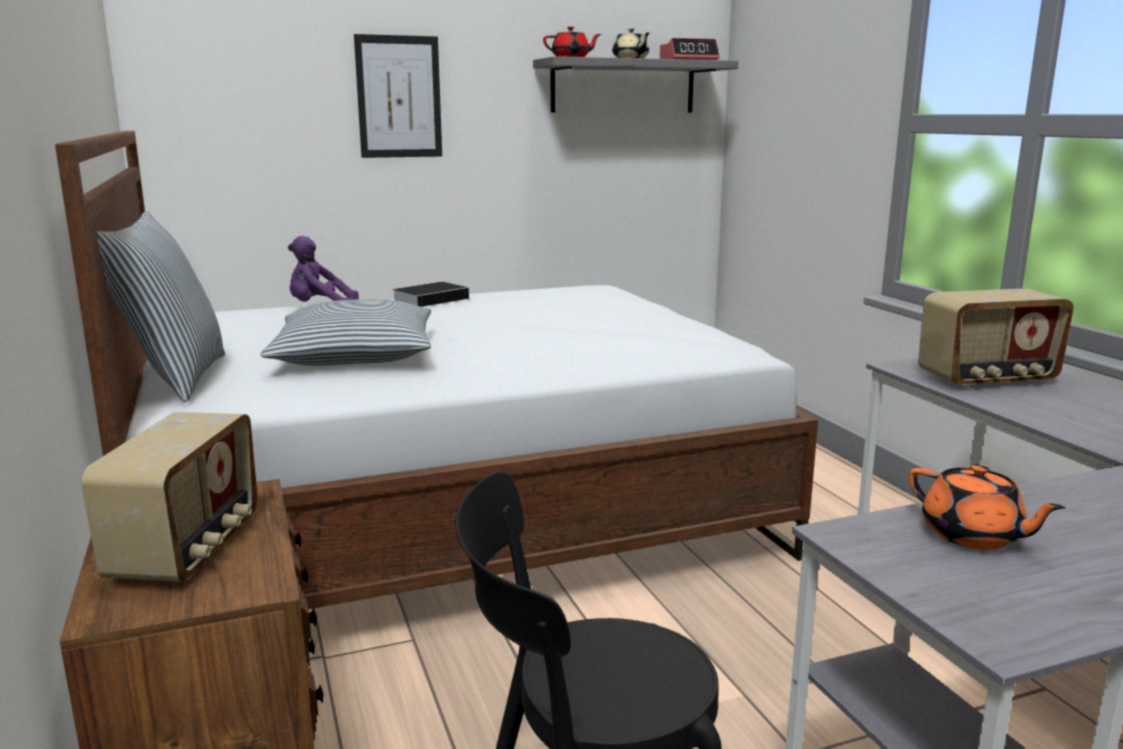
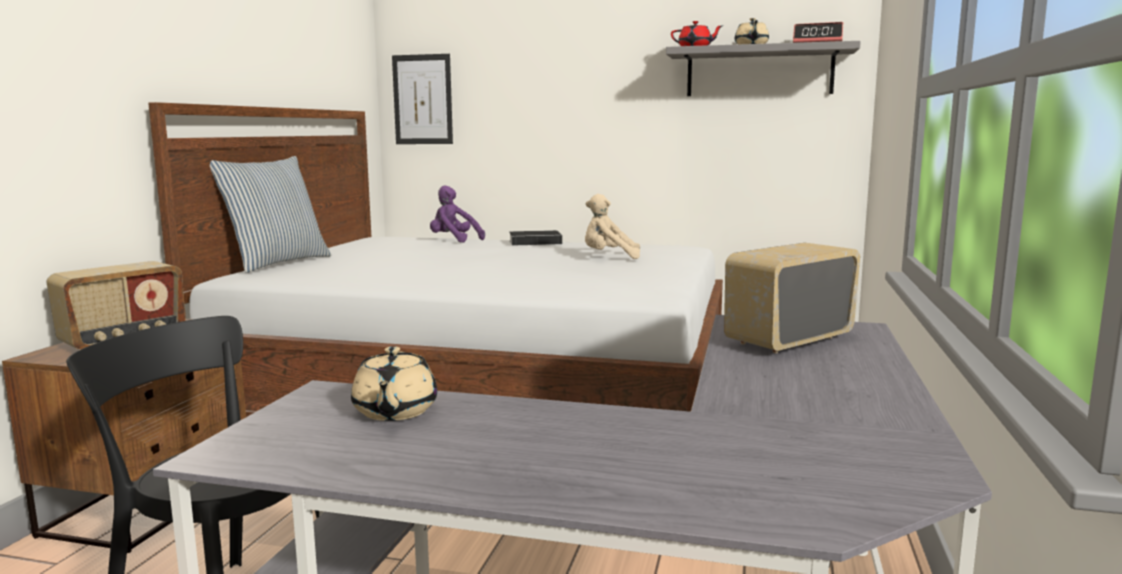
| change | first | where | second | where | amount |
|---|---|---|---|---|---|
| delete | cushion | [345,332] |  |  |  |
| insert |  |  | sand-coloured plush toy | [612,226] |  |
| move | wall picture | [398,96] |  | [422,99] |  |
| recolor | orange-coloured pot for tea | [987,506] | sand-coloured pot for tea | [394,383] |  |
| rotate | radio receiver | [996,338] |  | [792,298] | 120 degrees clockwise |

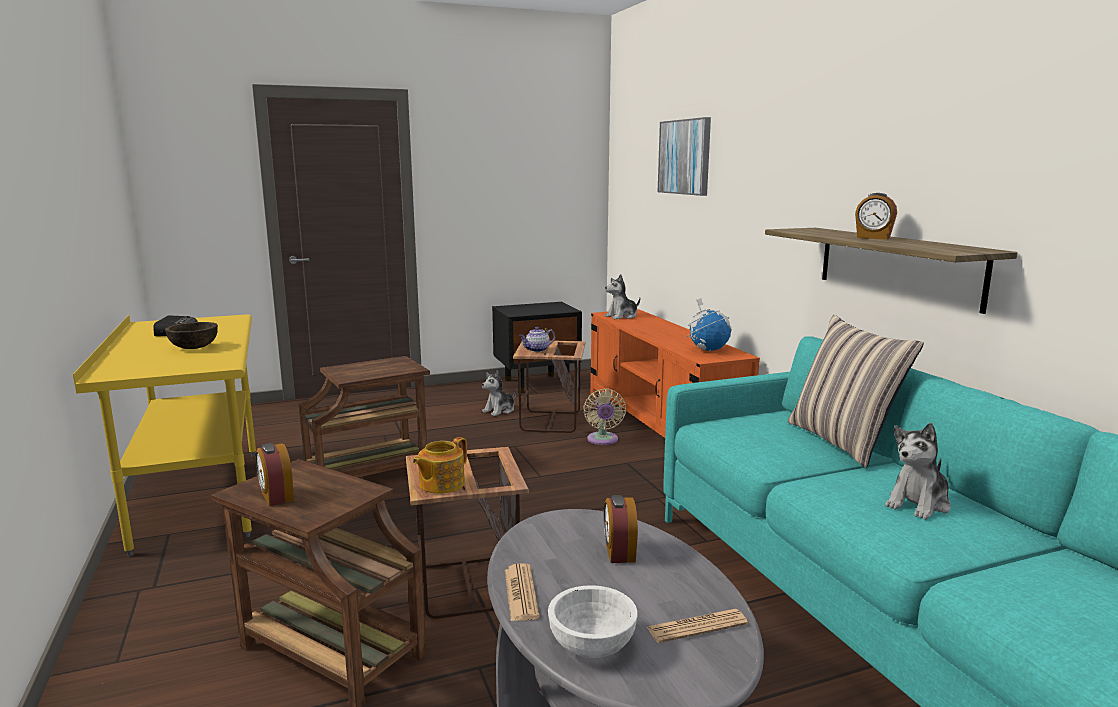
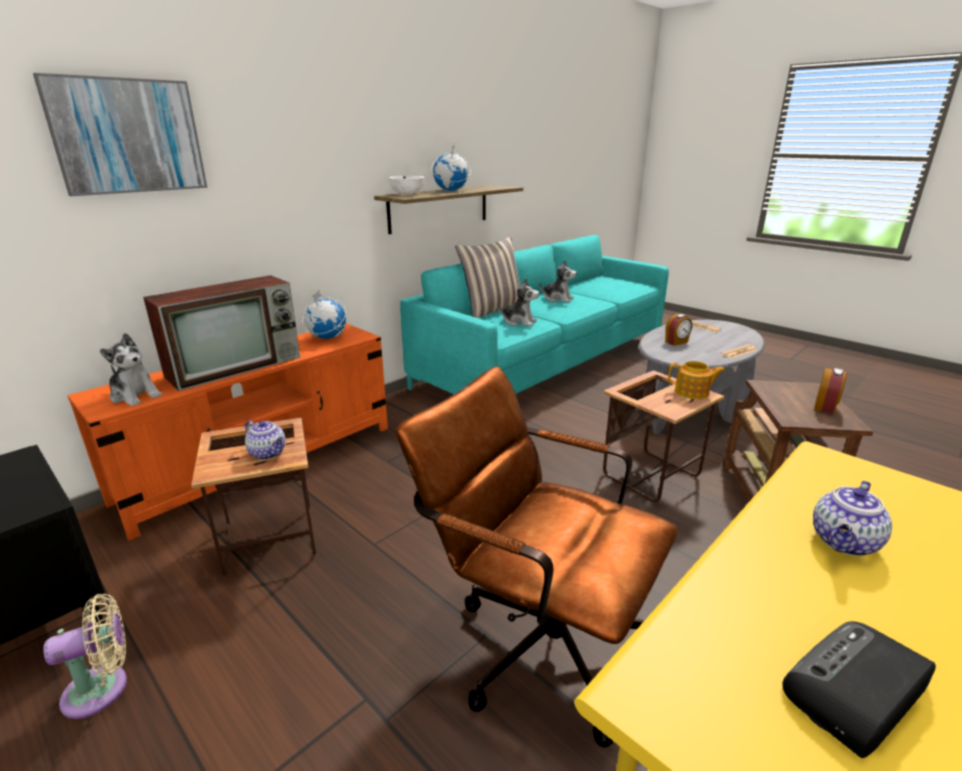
| change | first | where | second | where | amount |
|---|---|---|---|---|---|
| insert |  |  | TV | [221,333] |  |
| move | plush toy | [499,393] |  | [518,302] |  |
| move | white deep dish | [593,621] |  | [406,185] |  |
| move | sand-coloured electric fan | [604,417] |  | [85,656] |  |
| replace | brown-coloured deep dish | [191,335] | pot for tea | [852,518] |  |
| replace | brown-coloured side table | [364,416] | brown-coloured office chair | [537,556] |  |
| replace | table clock | [876,216] | desk globe | [451,166] |  |

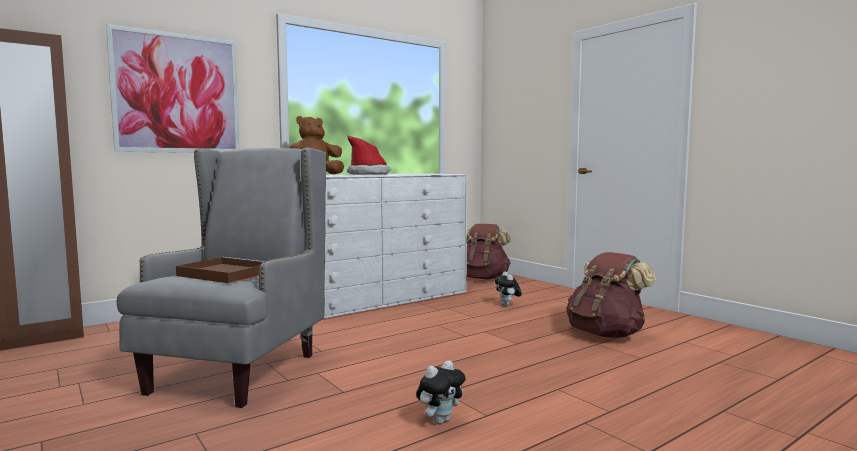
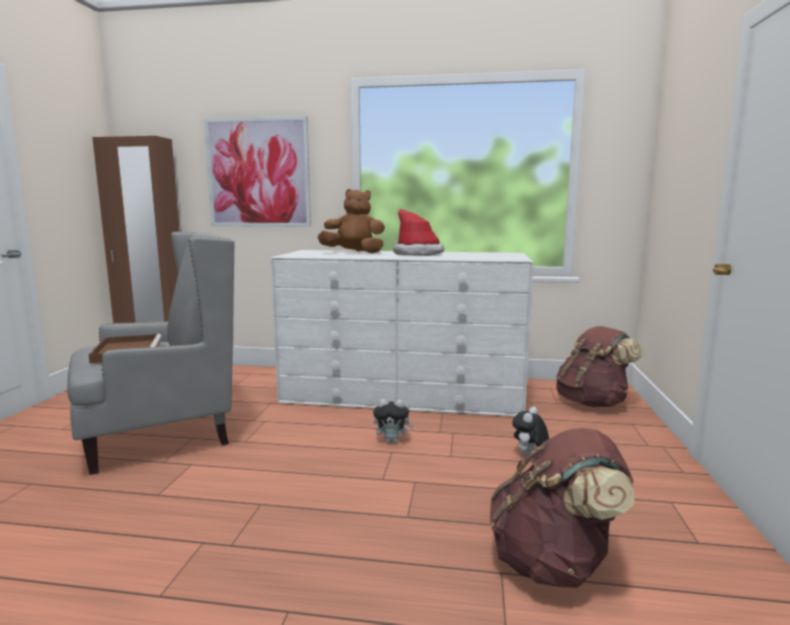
| change | first | where | second | where | amount |
|---|---|---|---|---|---|
| move | plush toy | [440,392] |  | [394,421] |  |

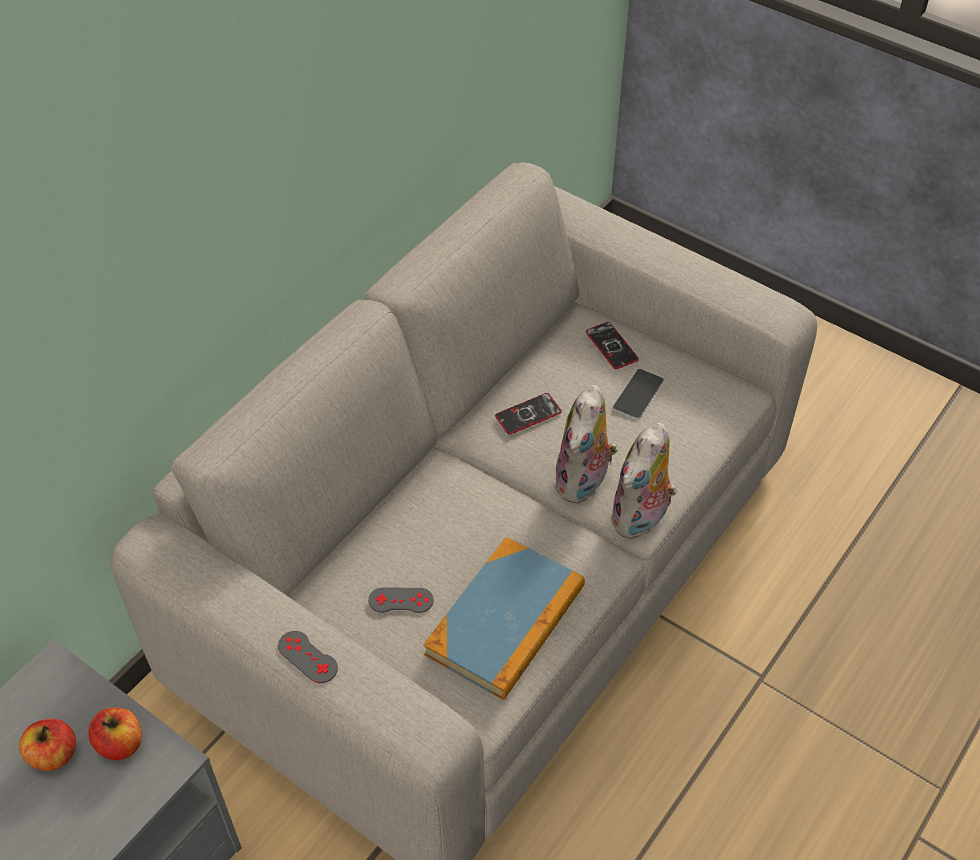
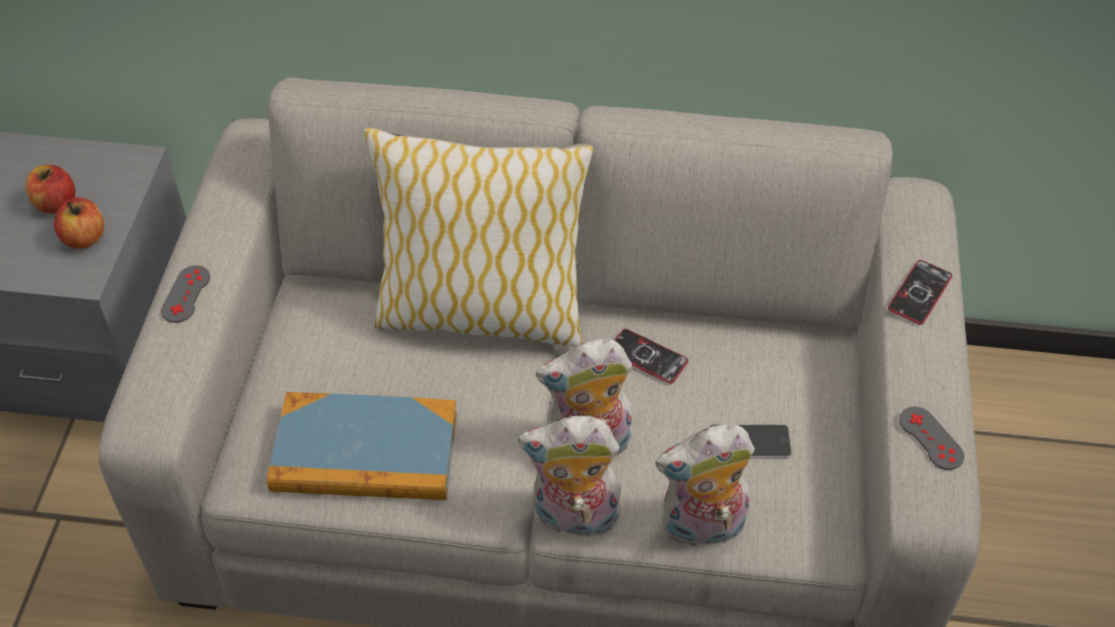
| change | first | where | second | where | amount |
|---|---|---|---|---|---|
| insert |  |  | cushion | [478,237] |  |
| insert |  |  | plush toy | [705,487] |  |
| move | grey game controller | [401,600] |  | [931,438] |  |
| move | handset | [612,345] |  | [920,292] |  |

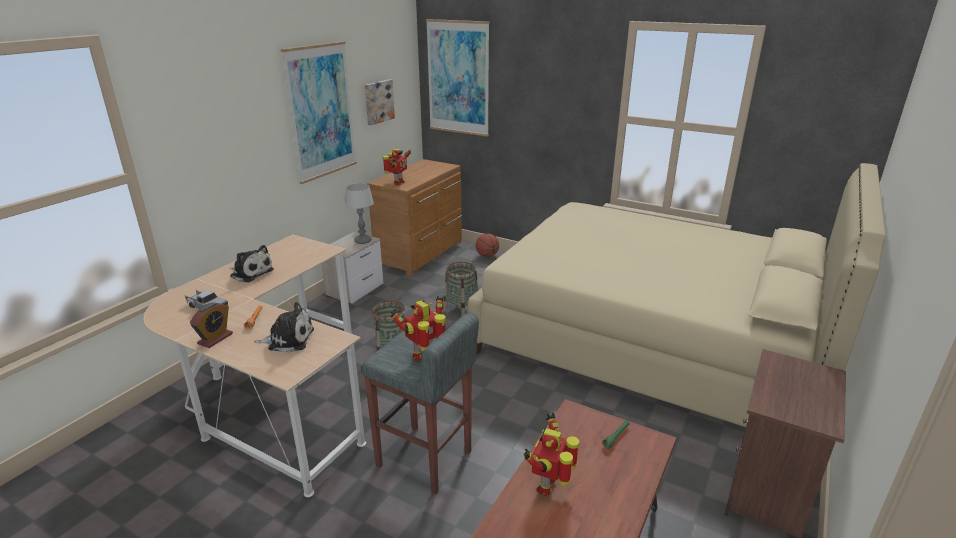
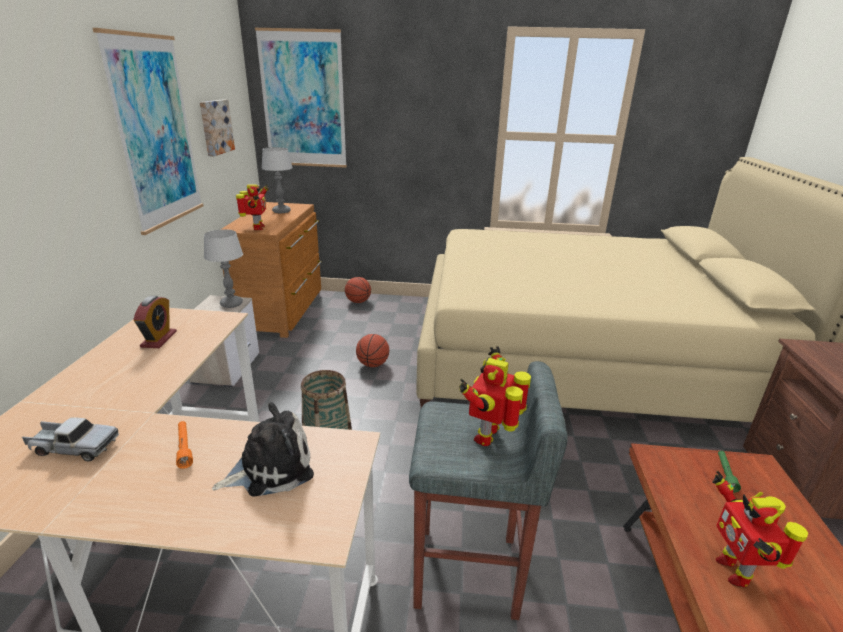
| change | first | where | second | where | amount |
|---|---|---|---|---|---|
| delete | plush toy | [251,263] |  |  |  |
| insert |  |  | table lamp | [277,180] |  |
| move | table clock | [211,325] |  | [155,322] |  |
| replace | household basket | [461,289] | basketball | [372,350] |  |

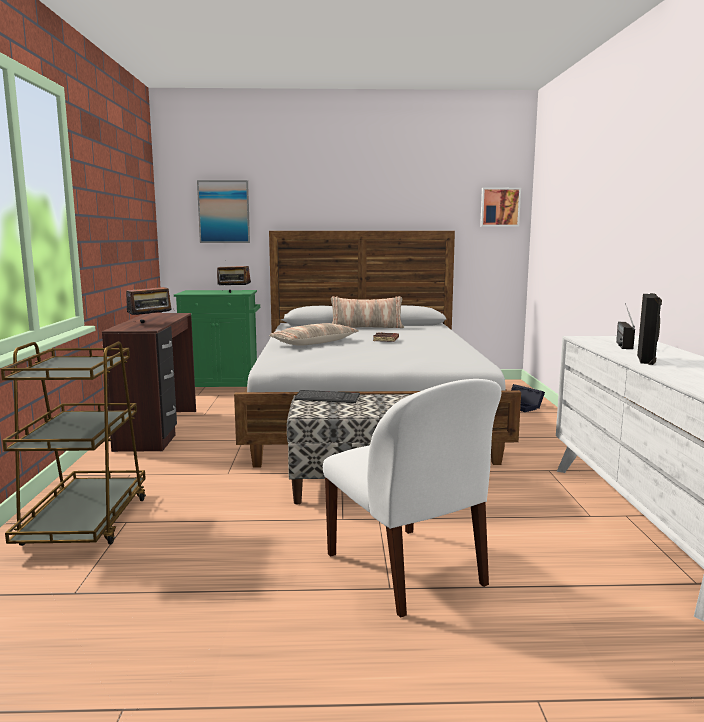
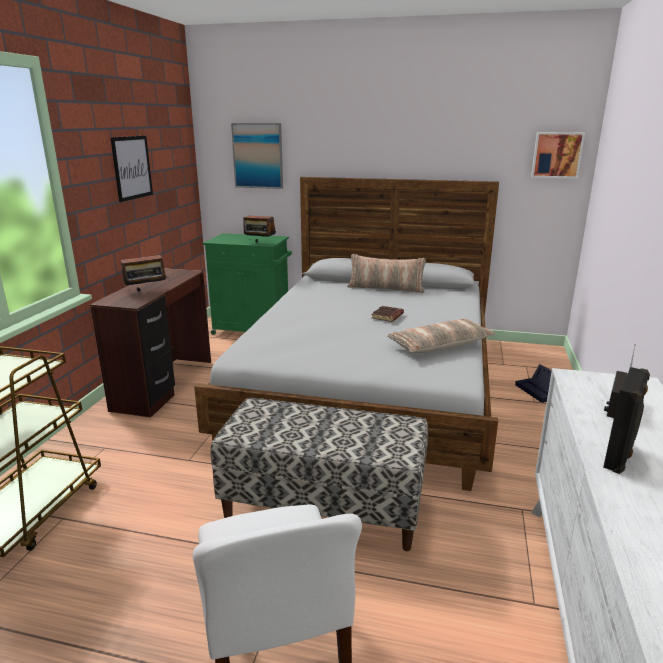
| change | first | where | second | where | amount |
|---|---|---|---|---|---|
| delete | keyboard | [327,396] |  |  |  |
| insert |  |  | wall picture | [131,169] |  |
| move | cushion | [314,334] |  | [441,336] |  |

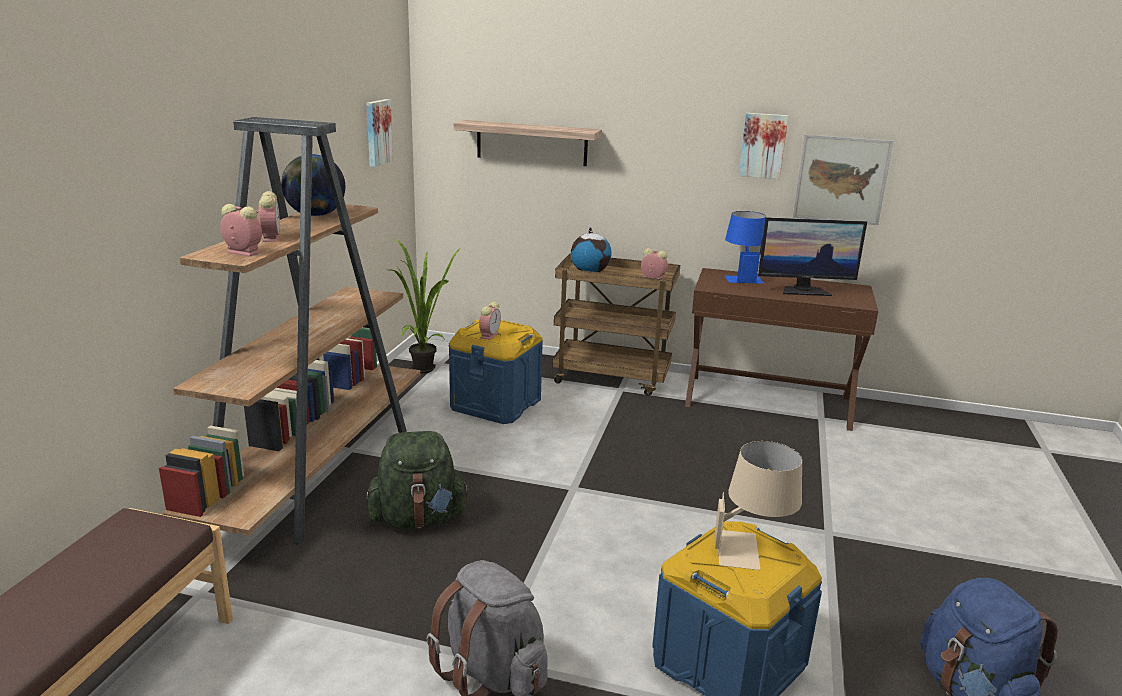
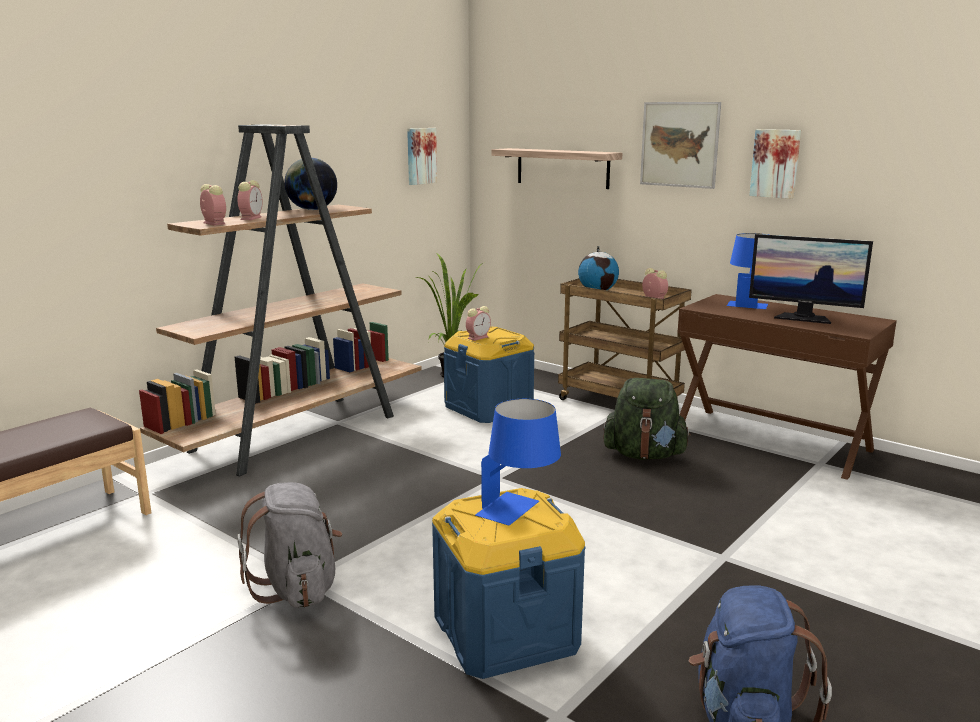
| change | first | where | second | where | amount |
|---|---|---|---|---|---|
| move | green backpack | [417,480] |  | [647,418] |  |
| move | wall picture | [843,180] |  | [680,145] |  |
| recolor | sand-coloured table lamp | [758,505] | blue-coloured table lamp | [518,462] |  |

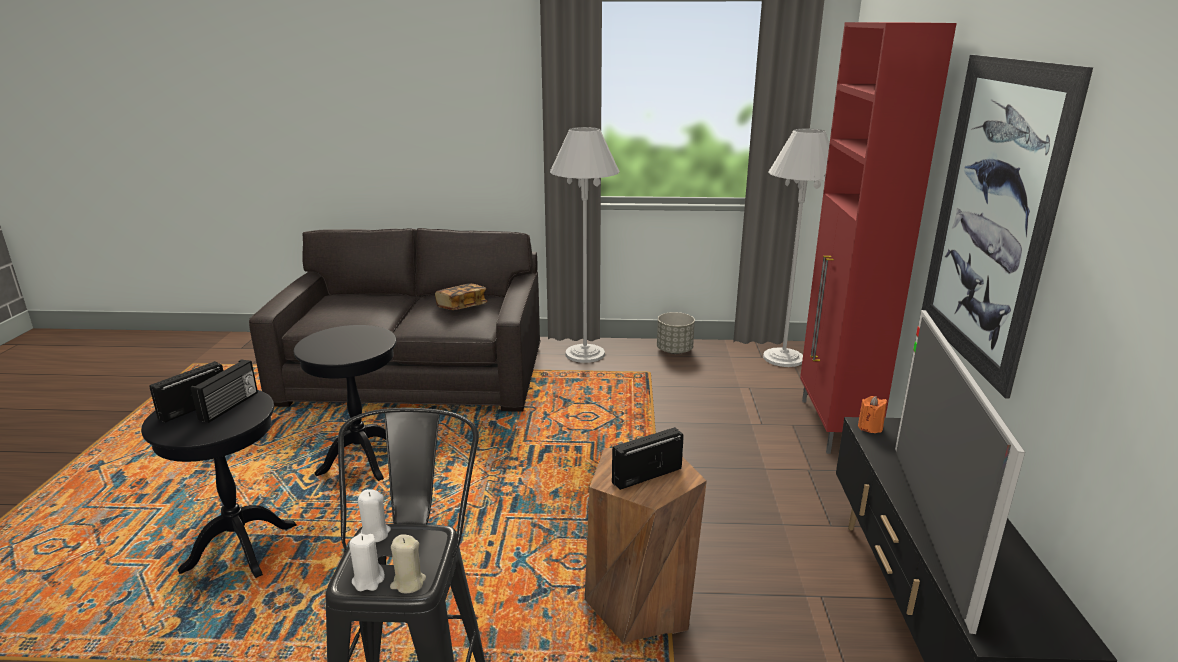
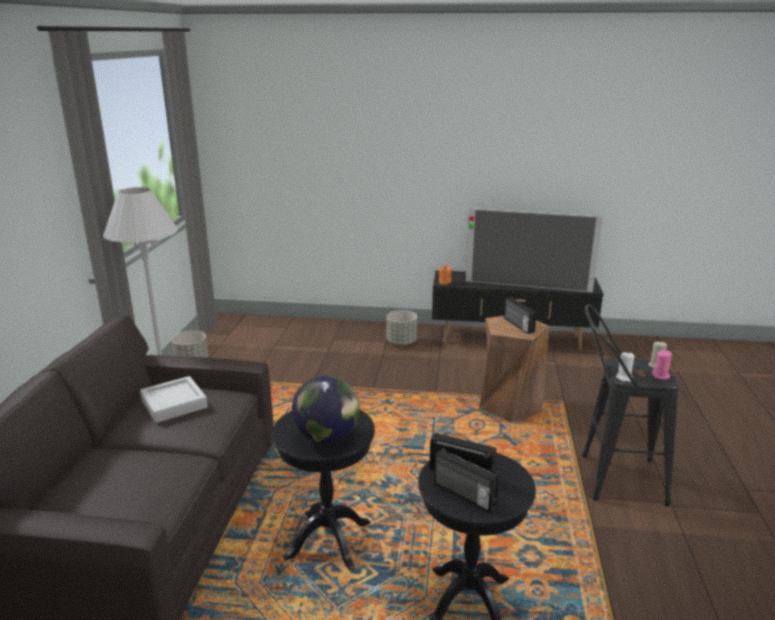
| change | first | where | second | where | amount |
|---|---|---|---|---|---|
| delete | white standing lamp | [796,248] |  |  |  |
| delete | red cupboard | [878,238] |  |  |  |
| delete | wall picture | [1007,226] |  |  |  |
| insert |  |  | desk globe | [326,409] |  |
| insert |  |  | grey plant pot | [402,327] |  |
| replace | volume | [461,296] | grey carrying tray | [174,399] |  |
| recolor | white candle | [367,562] | pink-coloured candle | [662,364] |  |

